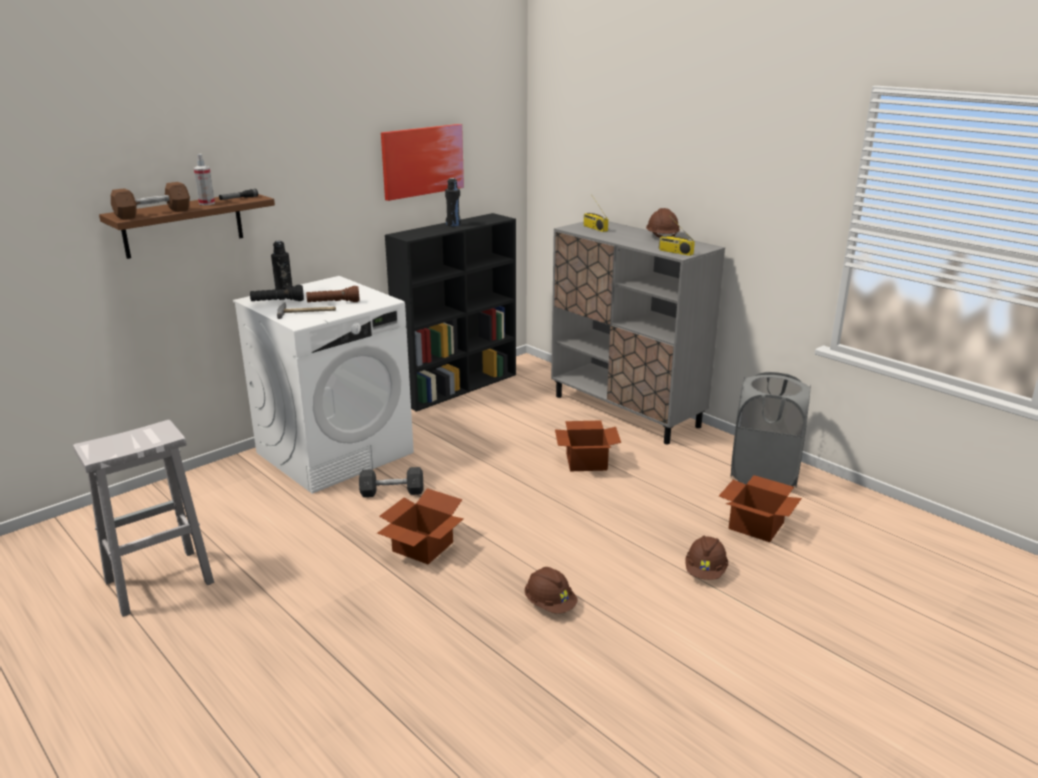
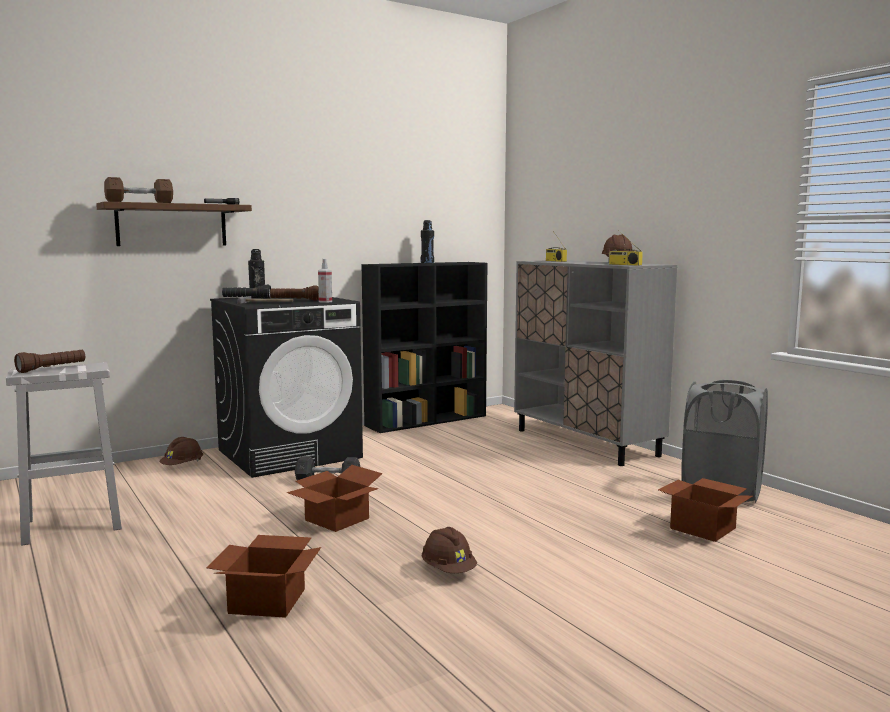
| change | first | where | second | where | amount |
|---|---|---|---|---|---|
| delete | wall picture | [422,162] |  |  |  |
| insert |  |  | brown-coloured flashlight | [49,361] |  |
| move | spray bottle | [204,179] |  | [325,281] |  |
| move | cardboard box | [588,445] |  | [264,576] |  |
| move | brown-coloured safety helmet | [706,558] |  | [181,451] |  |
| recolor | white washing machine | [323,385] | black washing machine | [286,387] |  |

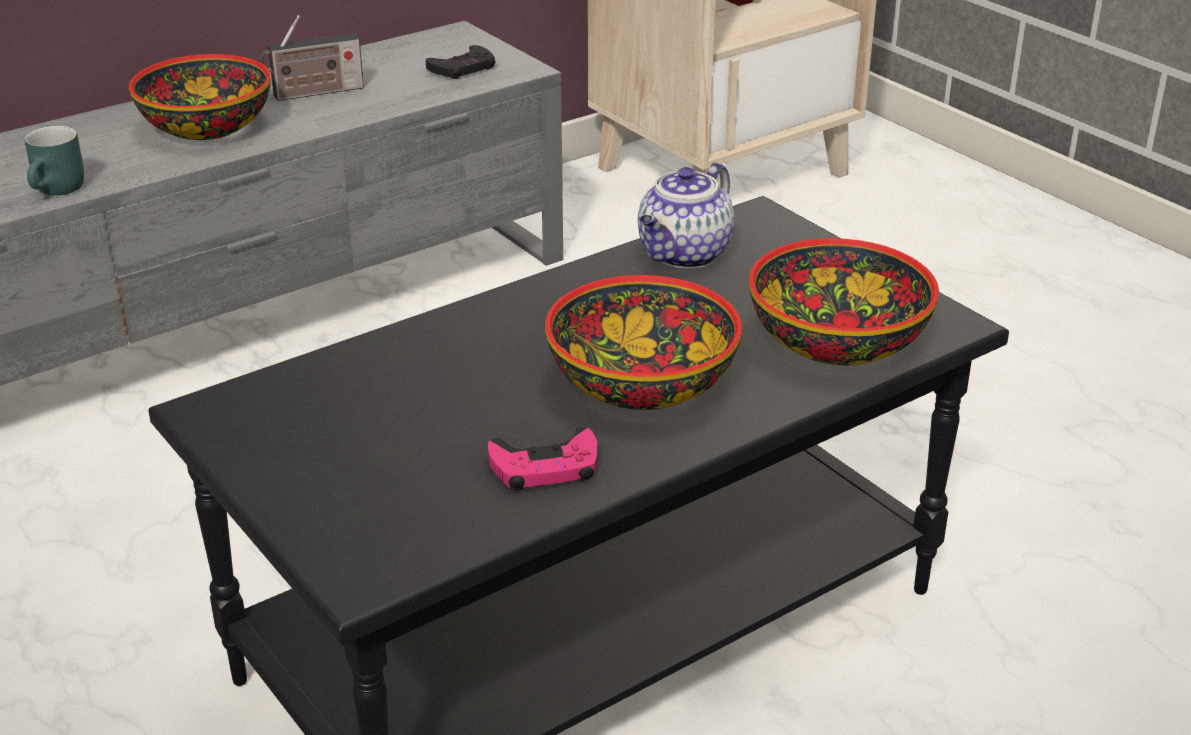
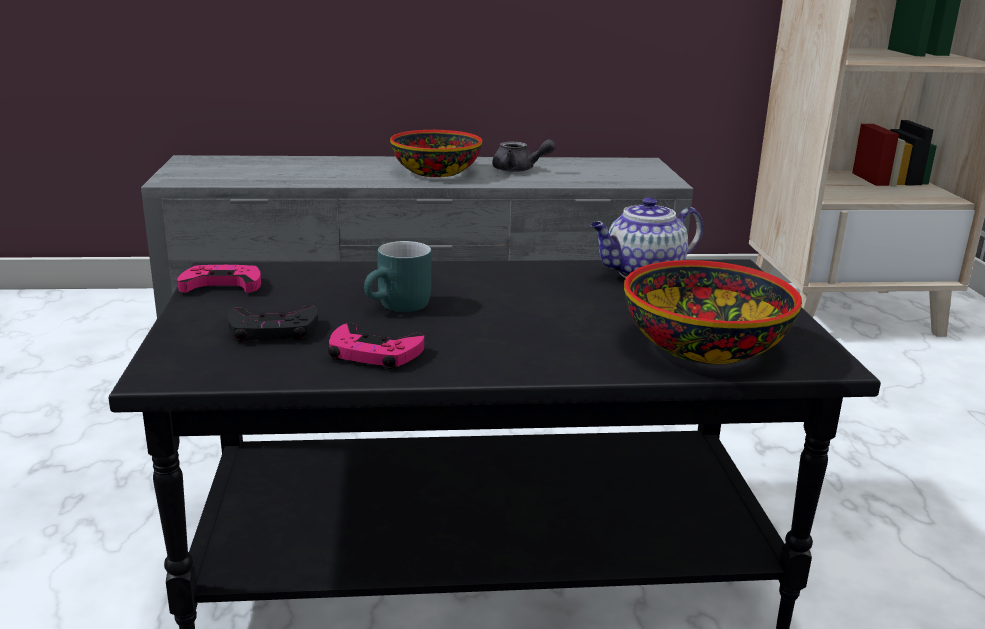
| change | first | where | second | where | amount |
|---|---|---|---|---|---|
| delete | deep dish | [643,342] |  |  |  |
| insert |  |  | pink-coloured game controller | [219,279] |  |
| move | blue-green tea mug | [54,160] |  | [397,276] |  |
| move | black game controller | [460,62] |  | [272,323] |  |
| replace | radio receiver | [312,58] | grey pot for tea | [523,156] |  |

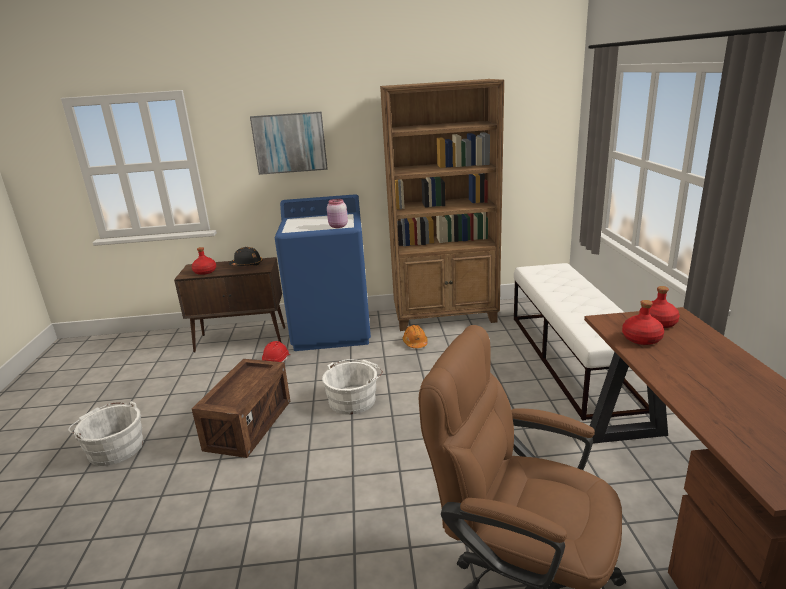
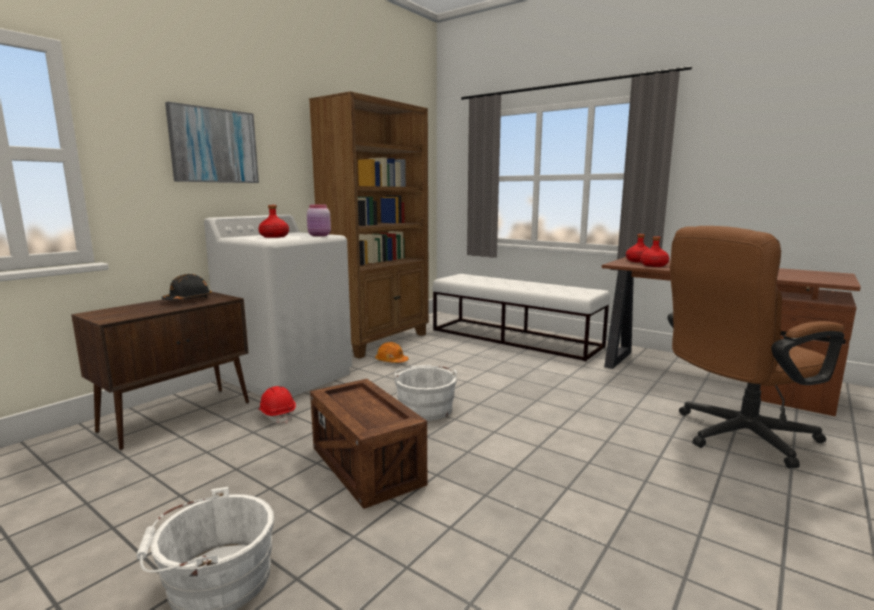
| change | first | where | second | where | amount |
|---|---|---|---|---|---|
| move | red bottle | [204,261] |  | [273,221] |  |
| recolor | blue-coloured washing machine | [323,272] | white washing machine | [278,305] |  |

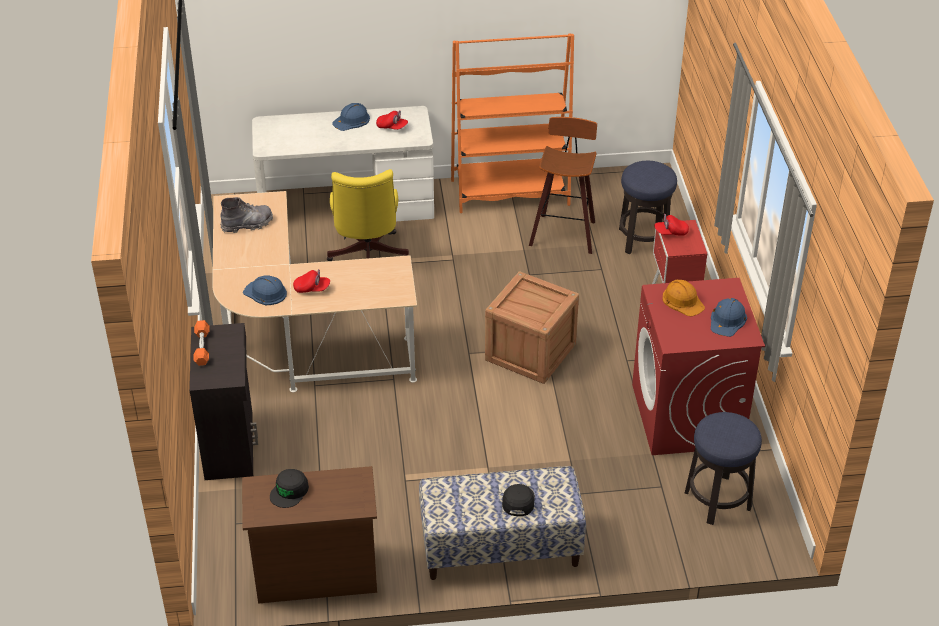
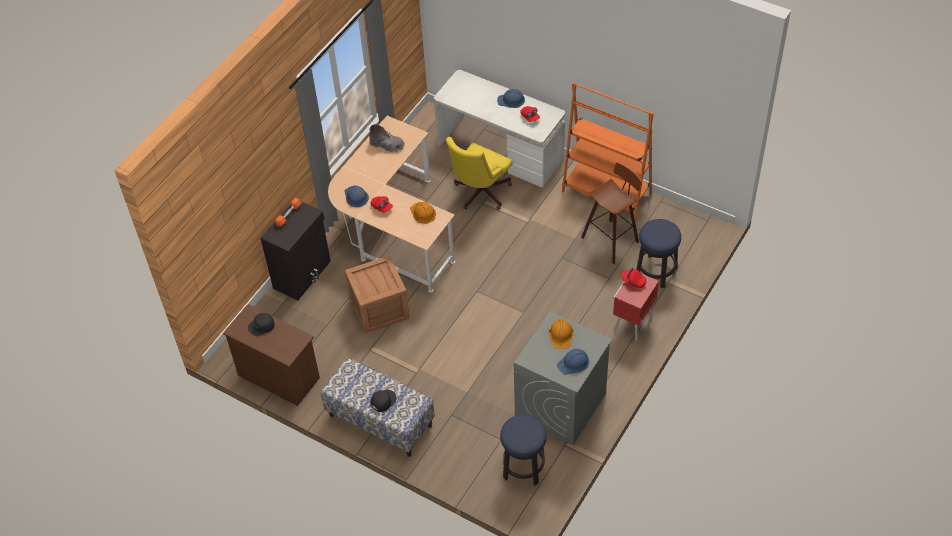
| change | first | where | second | where | amount |
|---|---|---|---|---|---|
| insert |  |  | orange-coloured safety helmet | [423,213] |  |
| move | crate | [532,328] |  | [377,295] |  |
| recolor | red washing machine | [698,366] | grey washing machine | [563,378] |  |

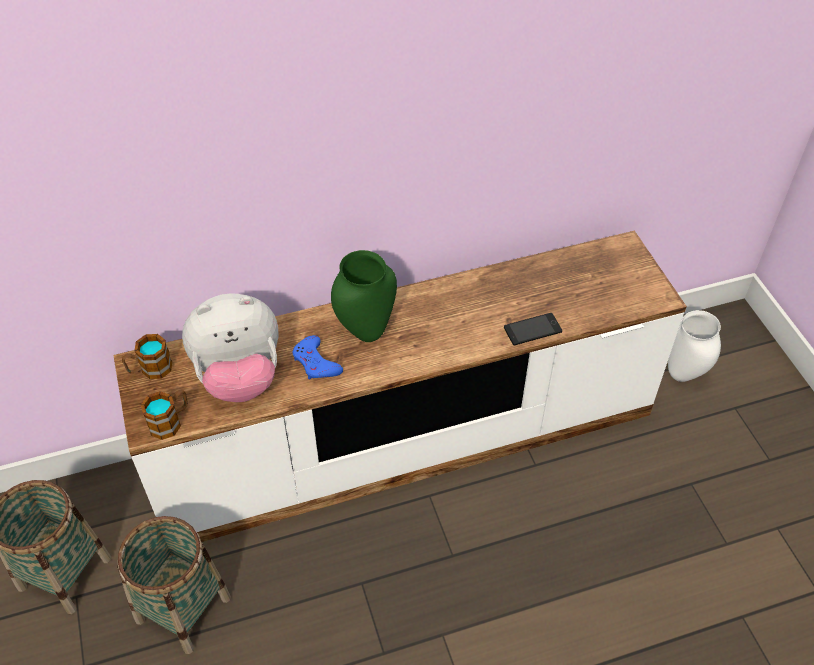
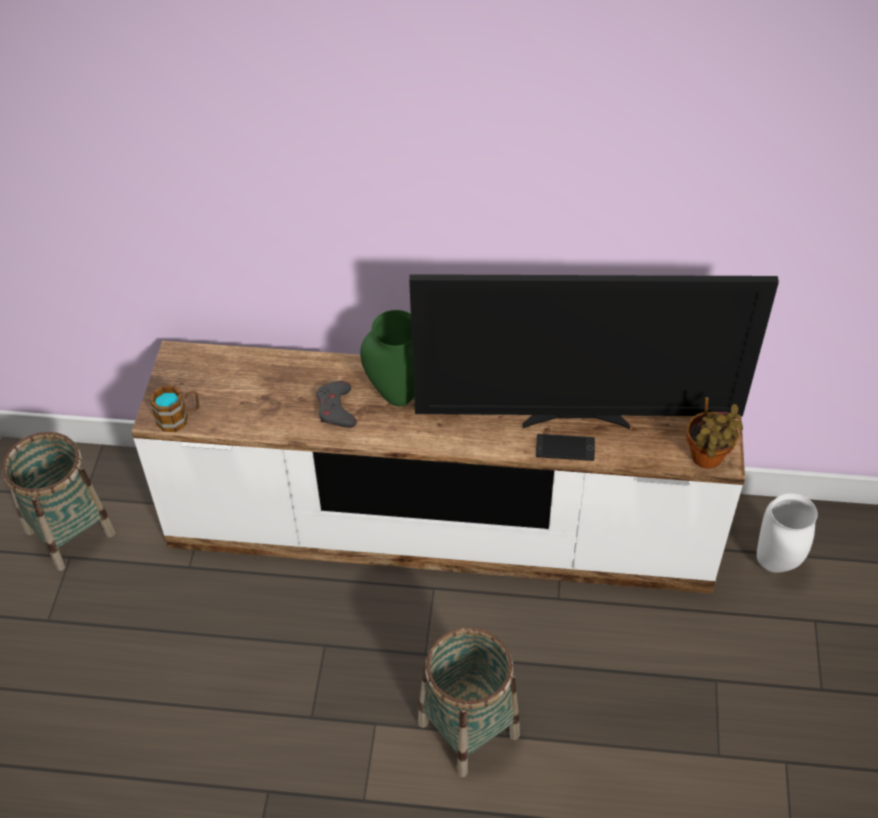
| change | first | where | second | where | amount |
|---|---|---|---|---|---|
| delete | tea mug | [147,356] |  |  |  |
| delete | plush toy | [230,347] |  |  |  |
| insert |  |  | TV | [594,351] |  |
| insert |  |  | potted plant | [714,433] |  |
| move | household basket | [174,585] |  | [469,703] |  |
| recolor | blue-coloured game controller | [318,357] | grey game controller | [336,404] |  |

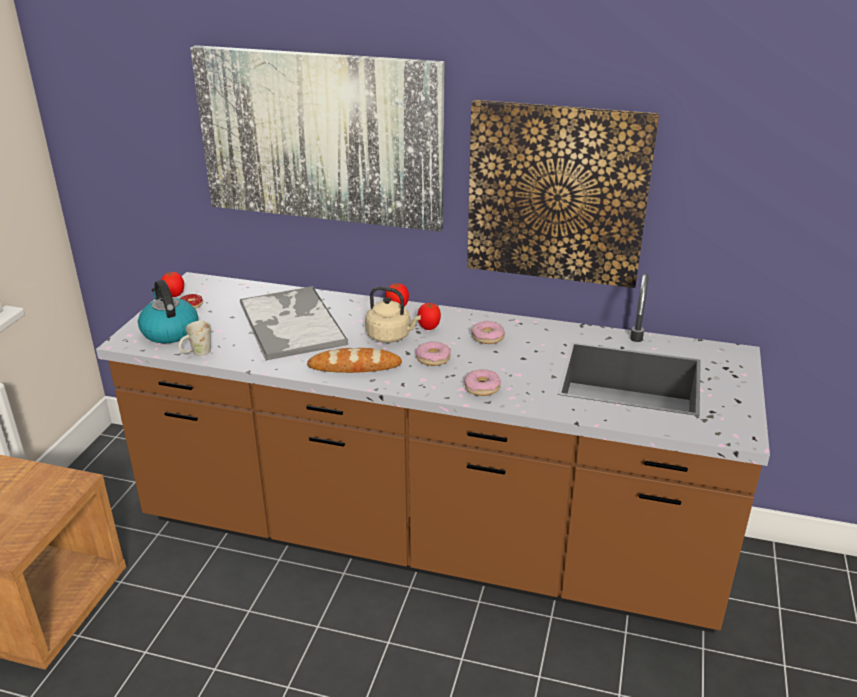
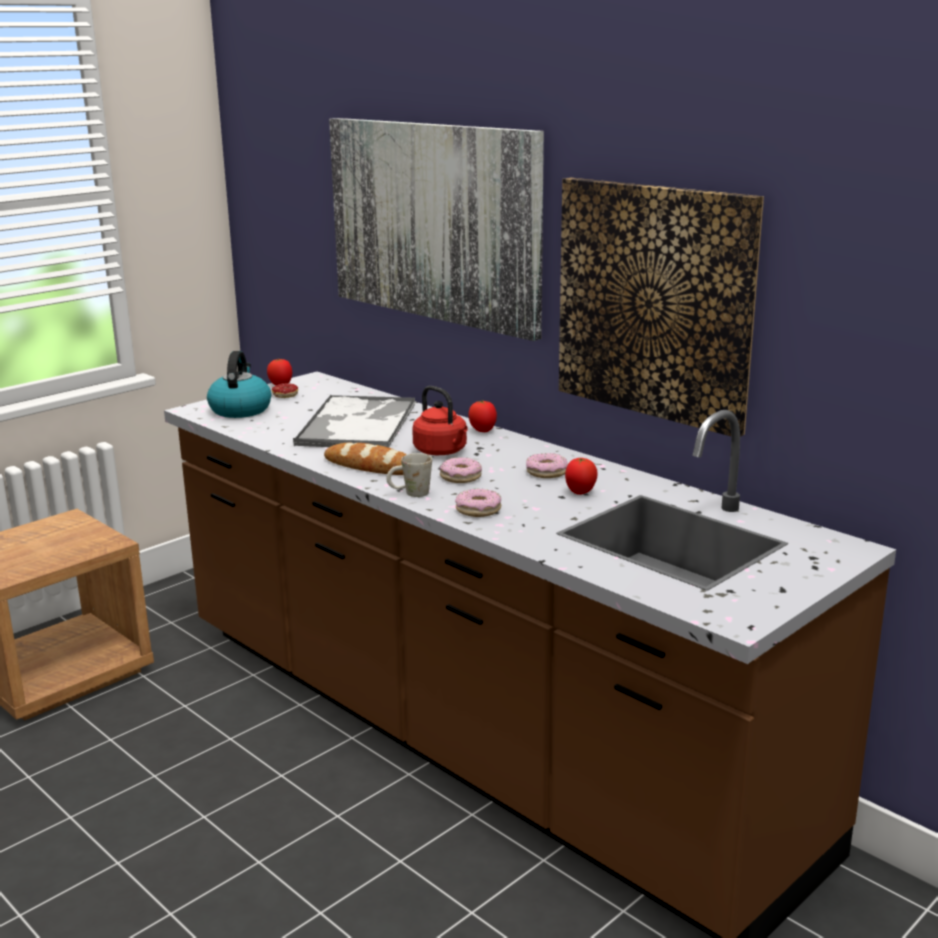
| change | first | where | second | where | amount |
|---|---|---|---|---|---|
| move | white tea mug | [194,338] |  | [409,475] |  |
| move | tomato | [429,316] |  | [581,476] |  |
| recolor | sand-coloured kettle | [393,314] | red kettle | [440,420] |  |

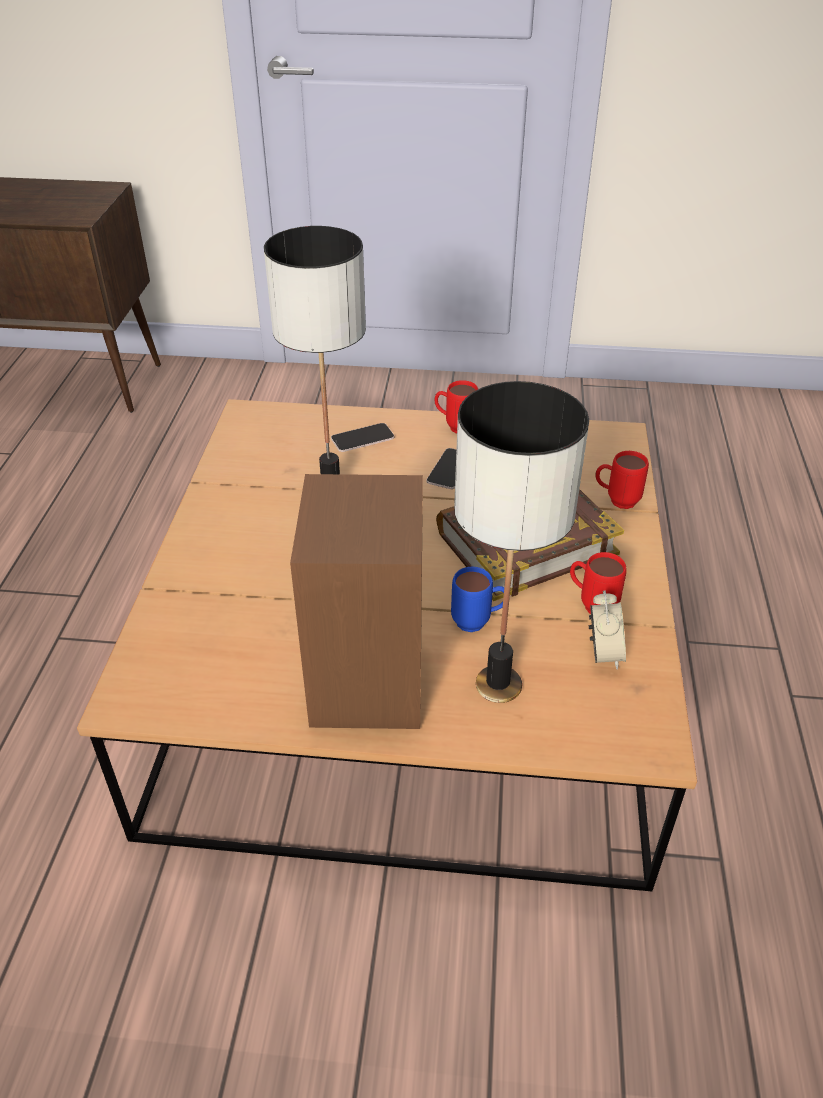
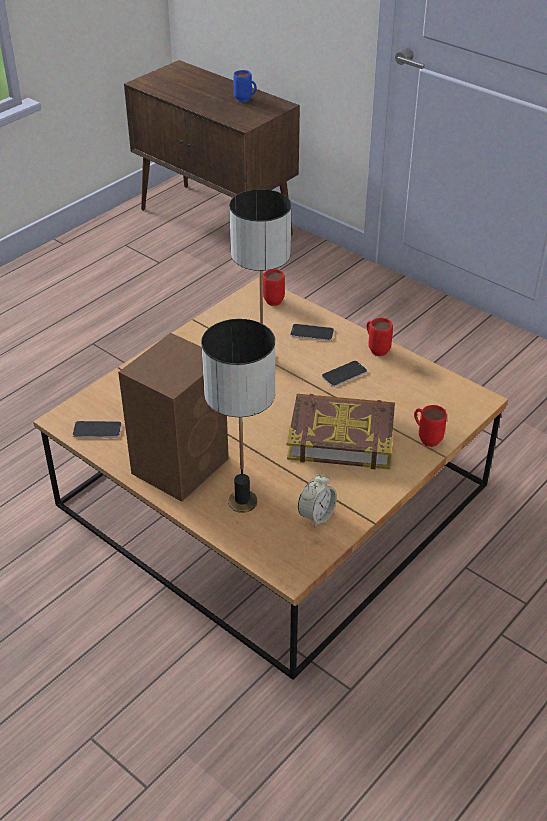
| change | first | where | second | where | amount |
|---|---|---|---|---|---|
| insert |  |  | handset | [97,429] |  |
| move | blue-coloured tea mug | [477,599] |  | [245,86] |  |
| move | red tea mug | [598,583] |  | [274,287] |  |

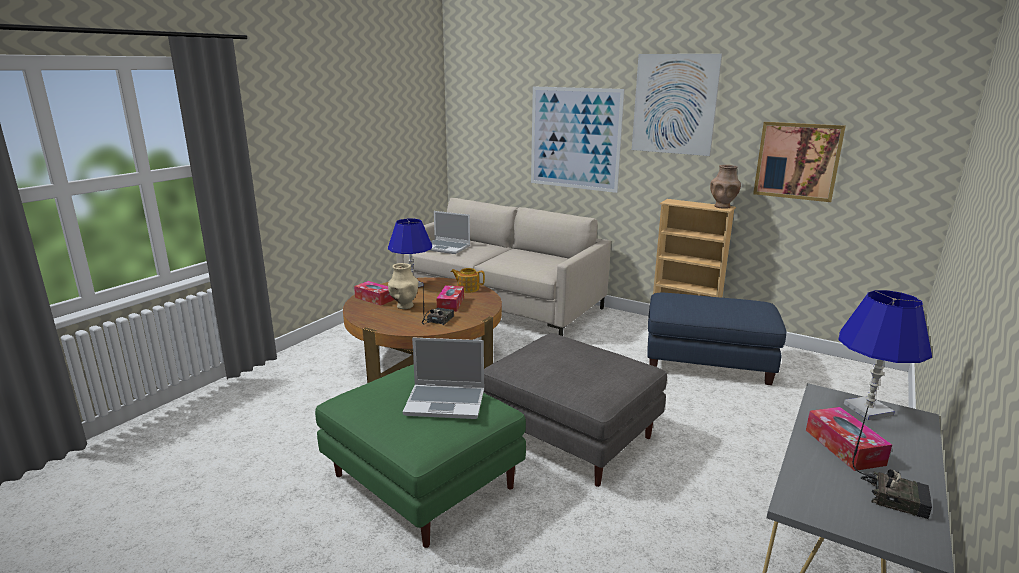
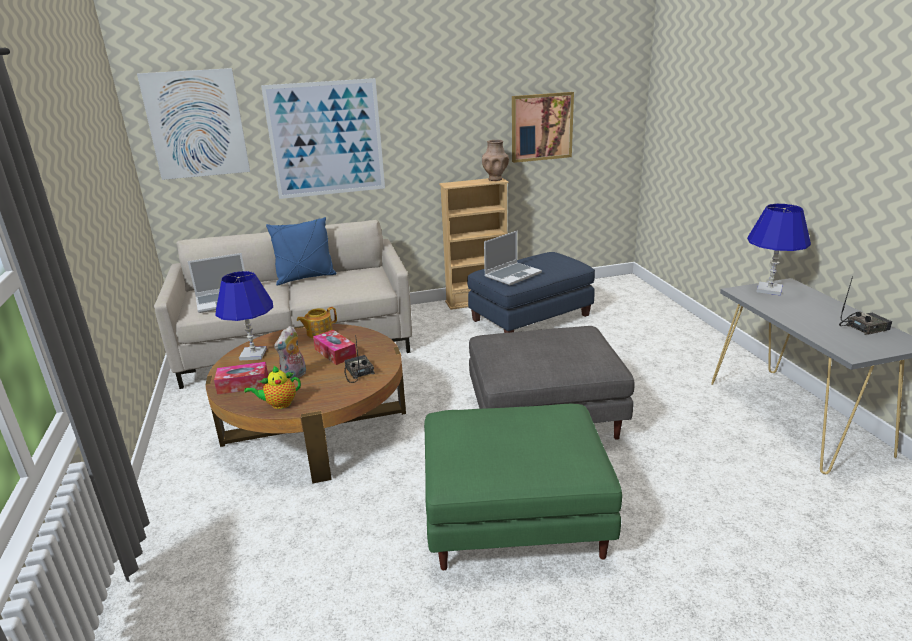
| change | first | where | second | where | amount |
|---|---|---|---|---|---|
| delete | tissue holder | [849,439] |  |  |  |
| insert |  |  | pot for tea | [272,387] |  |
| insert |  |  | blue-coloured cushion | [301,251] |  |
| move | portable computer | [443,378] |  | [513,258] |  |
| move | wall picture | [677,105] |  | [193,124] |  |
| replace | sand-coloured vase | [403,286] | plush toy | [290,352] |  |

